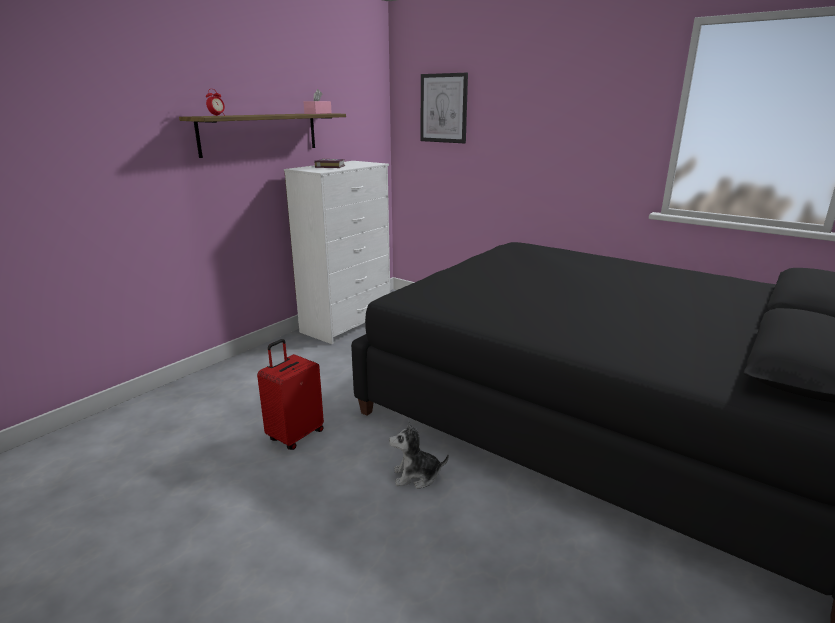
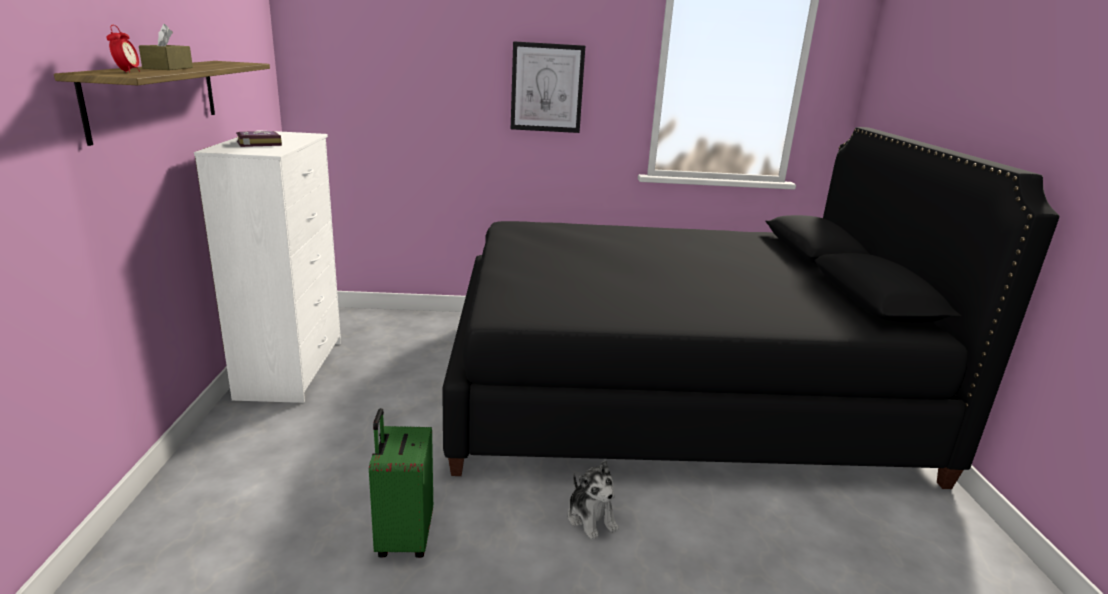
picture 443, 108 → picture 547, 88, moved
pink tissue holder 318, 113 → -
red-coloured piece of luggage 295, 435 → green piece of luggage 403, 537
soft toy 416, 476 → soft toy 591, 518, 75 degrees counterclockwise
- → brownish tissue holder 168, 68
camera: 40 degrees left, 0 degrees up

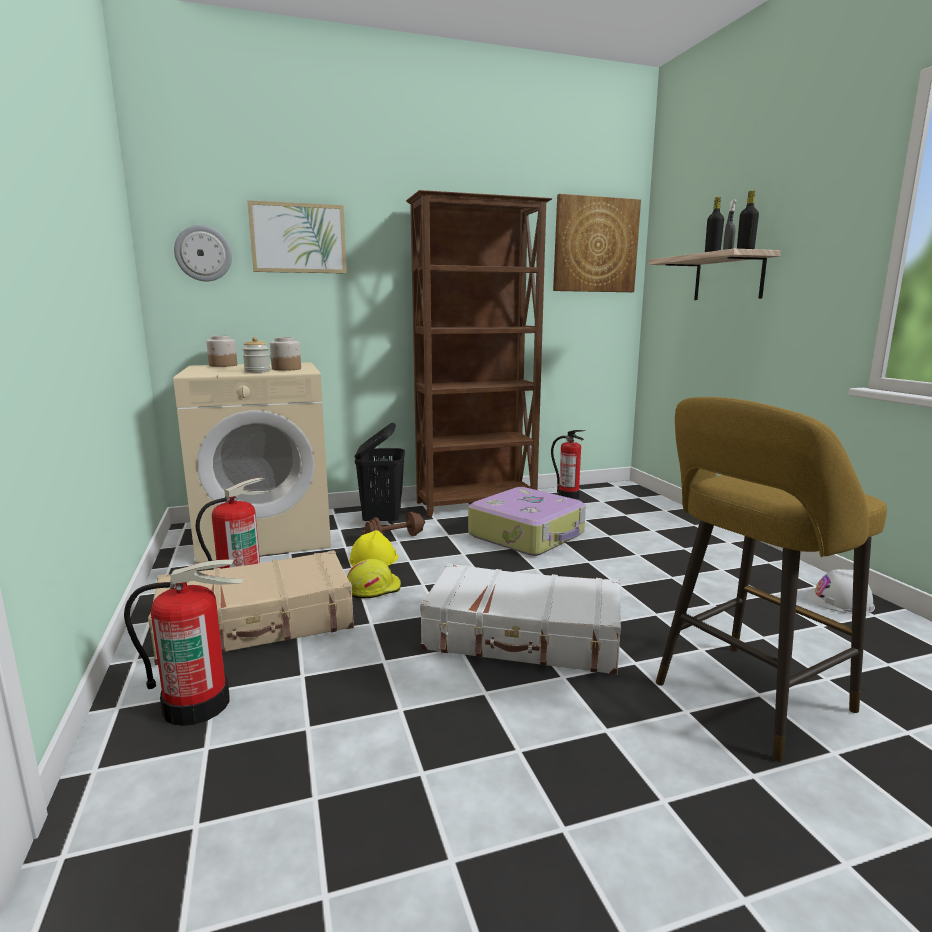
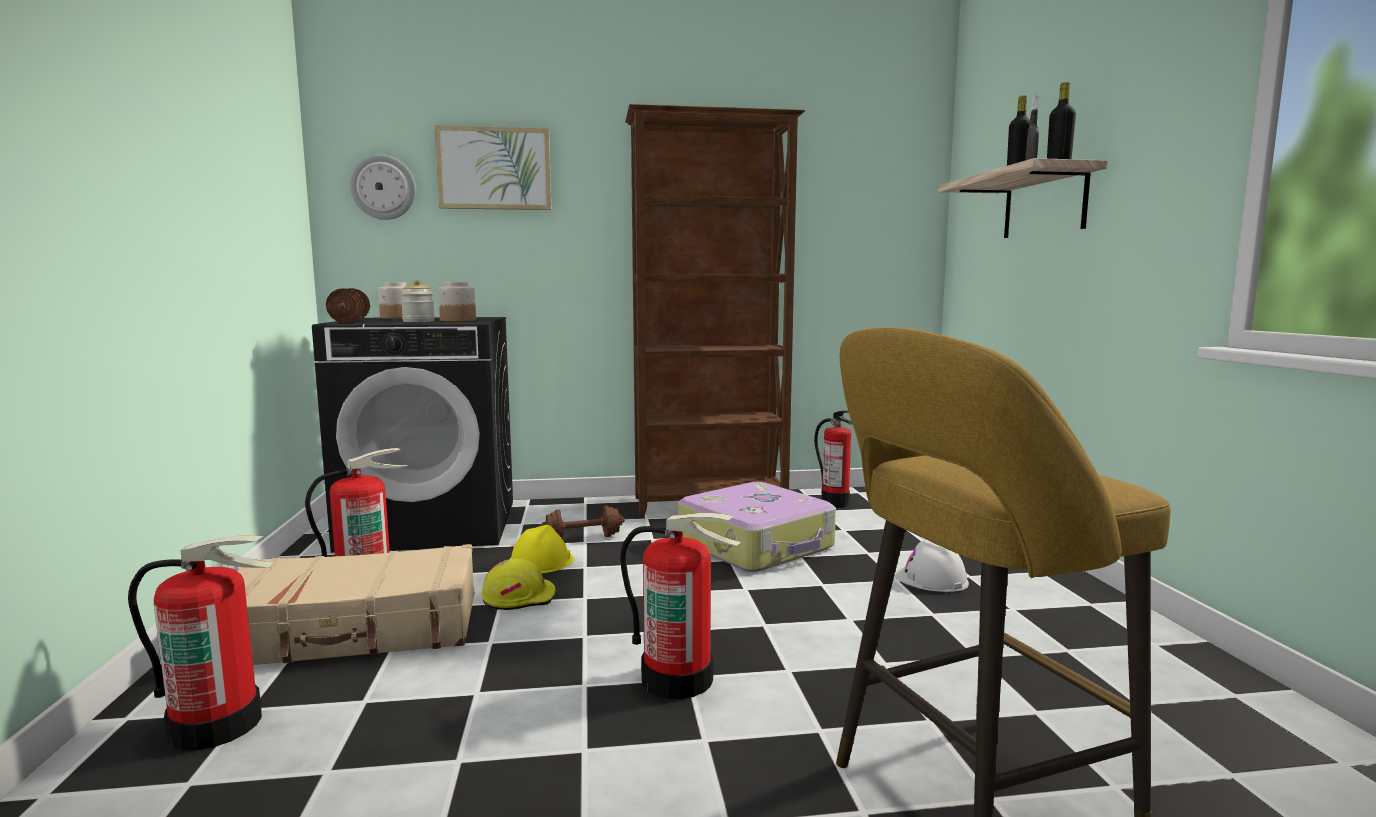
picture 595, 245 → -
sand-coloured laundry appliance 266, 534 → blackish laundry appliance 433, 524
blackish washing basket 382, 521 → -
white piece of luggage 523, 637 → extinguisher 678, 678
white hard hat 840, 601 → white hard hat 931, 579, moved
- → brownish hand weight 350, 321
camera: 10 degrees right, 5 degrees down

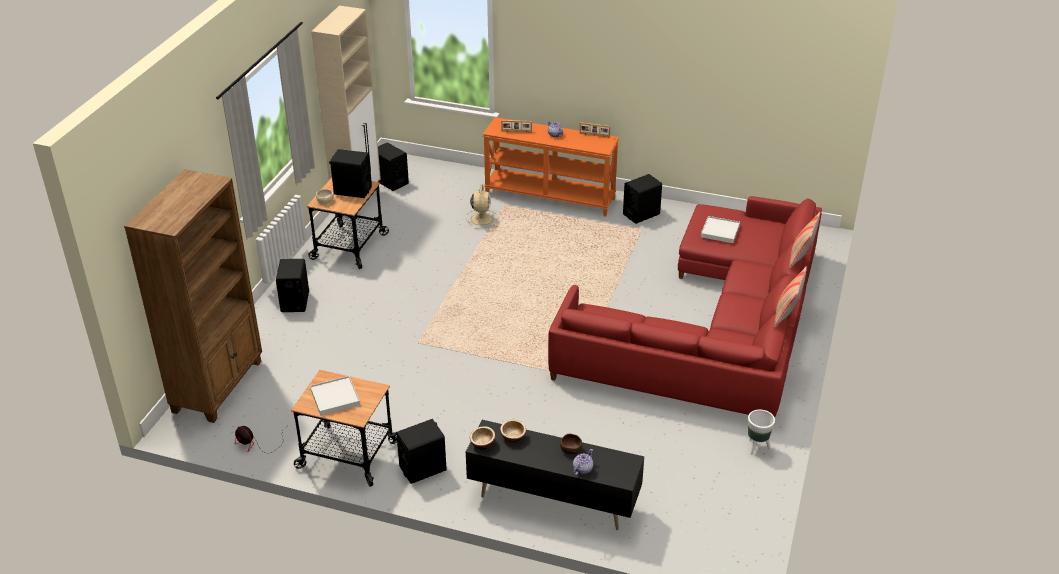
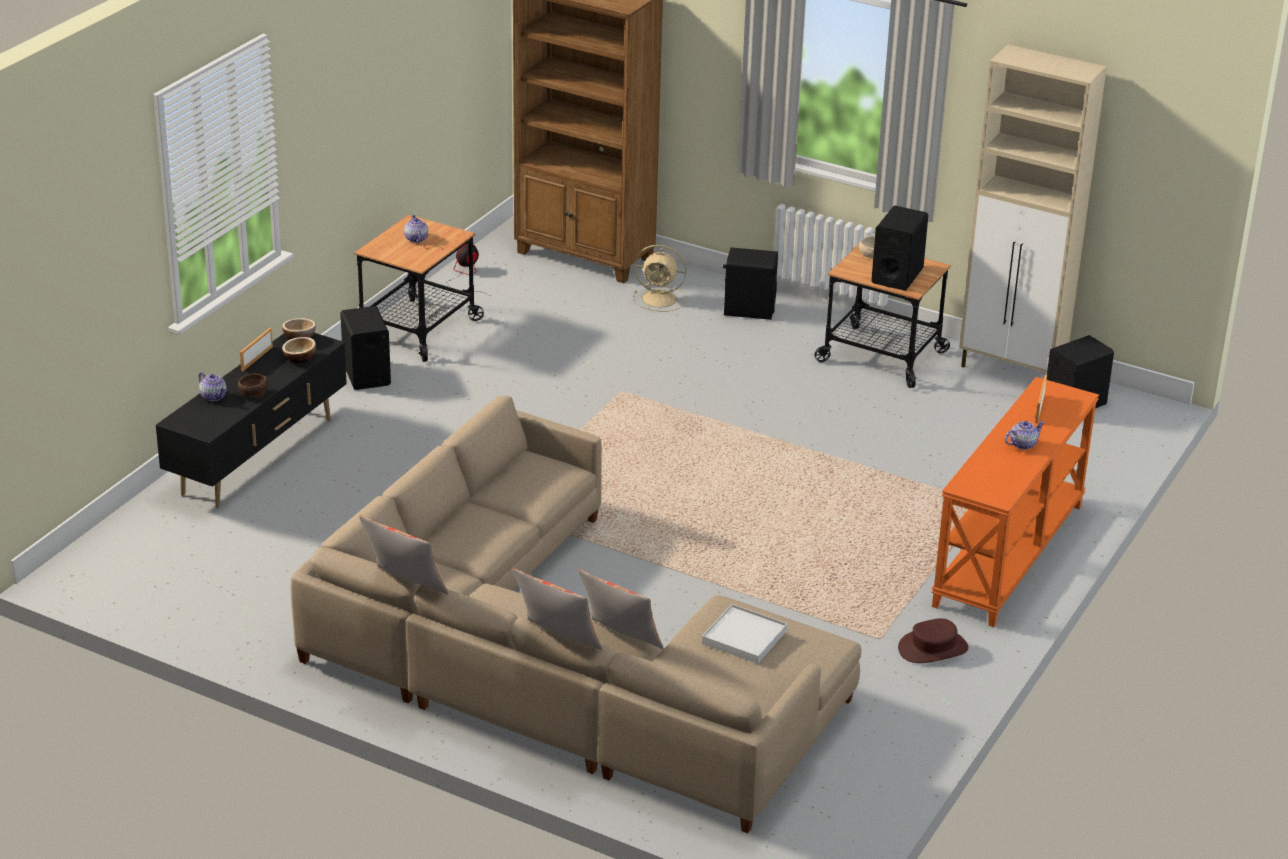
standing frame 594, 135 → standing frame 256, 358, moved
blackish audio speaker 641, 214 → brownish wearable hat 933, 648
sand-coloured cooling fan 481, 218 → sand-coloured cooling fan 660, 299, moved
red-coloured couch 715, 328 → sand-coloured couch 560, 661
white carrying tray 335, 397 → teapot 416, 239
white plant pot 757, 447 → -
- → throw pillow 620, 640
camera: 100 degrees right, 5 degrees down

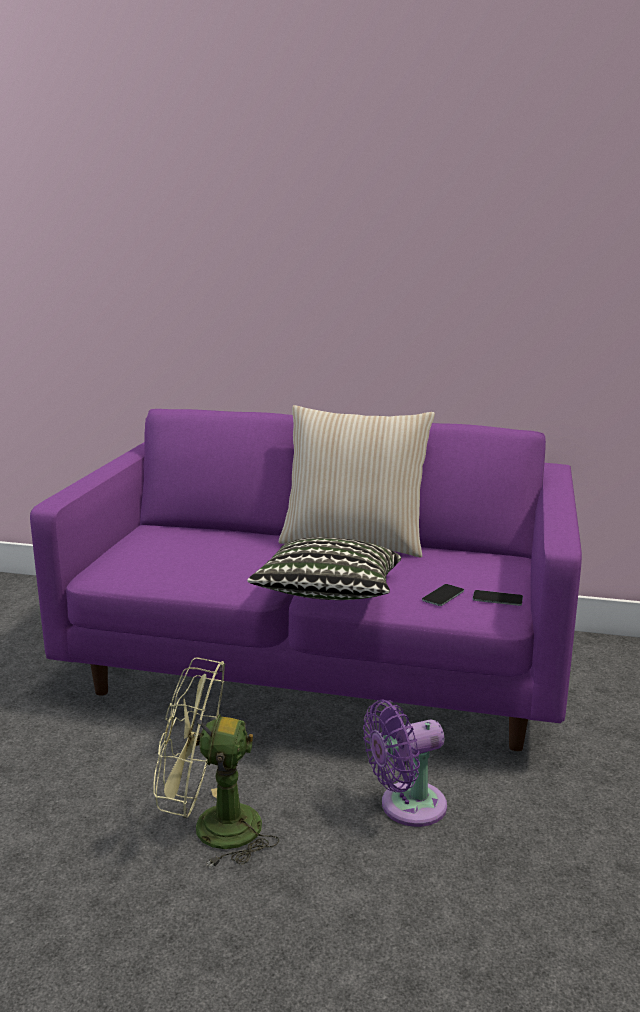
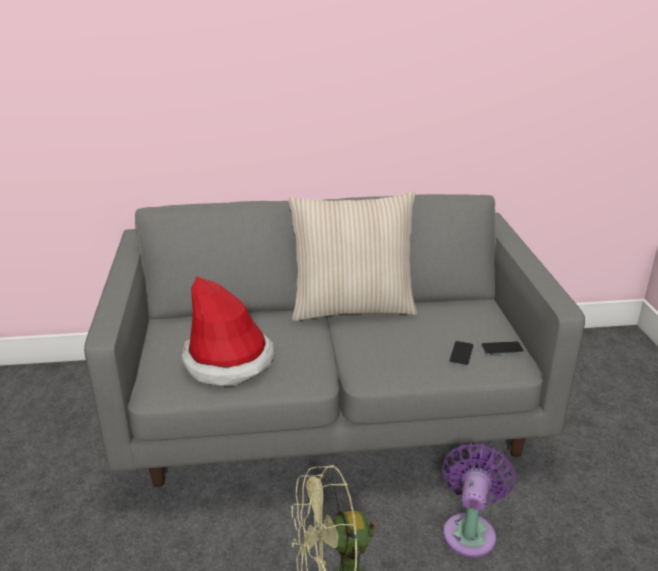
purple-coloured couch 321, 666 → gray couch 329, 409
throw pillow 328, 595 → -
purple-coloured cooling fan 406, 806 → purple-coloured cooling fan 470, 530, 150 degrees clockwise
- → wearable hat 228, 361
camera: 20 degrees left, 10 degrees up

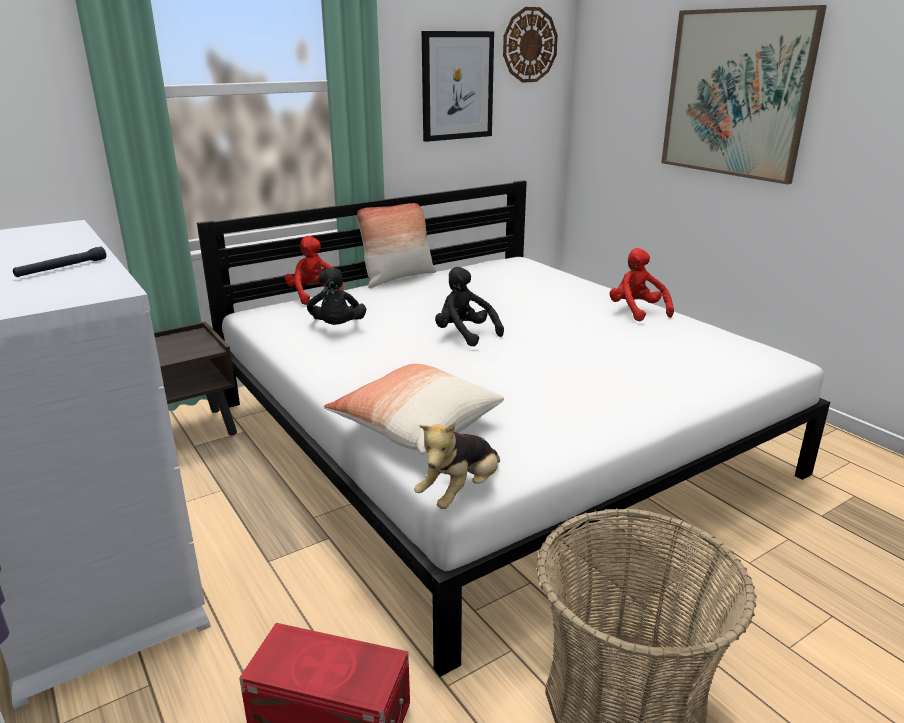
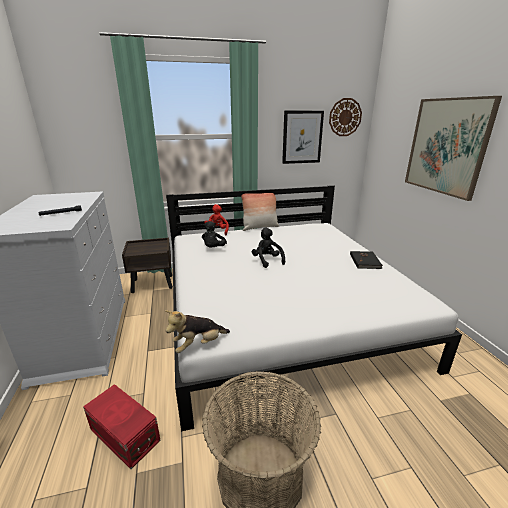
red-coloured soft toy 636, 311 → blackish bound book 365, 261
throw pillow 415, 426 → -
camera: 20 degrees right, 0 degrees up

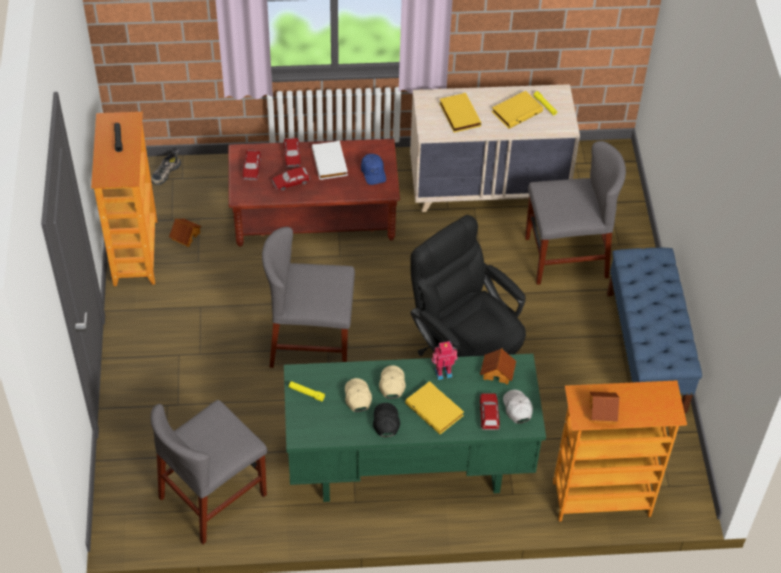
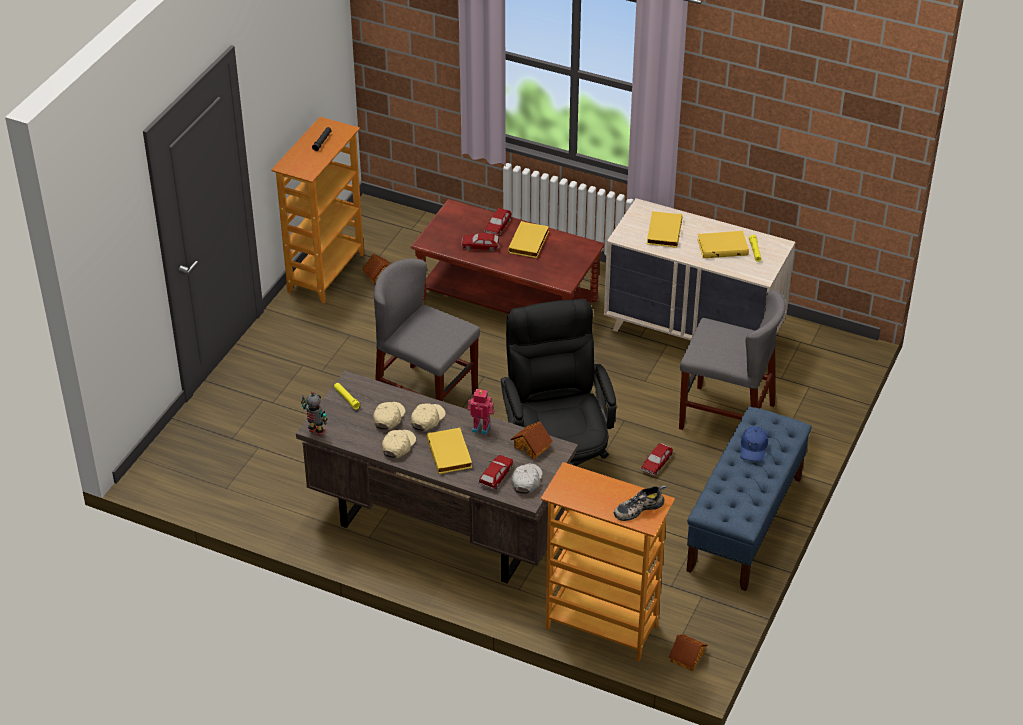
white bound book 330, 162 → yellow-coloured bound book 529, 242
item of footwear 165, 172 → item of footwear 638, 507, moved
model car 251, 169 → model car 656, 463, moved
blue baseball cap 373, 172 → blue baseball cap 753, 448, moved
green desk table 407, 467 → brownish desk table 437, 529
model house 603, 411 → model house 687, 657, moved
gray plain chair 213, 496 → -
blackish baseball cap 386, 422 → sand-coloured baseball cap 398, 446
- → toy robot 316, 431
camera: 30 degrees right, 10 degrees down

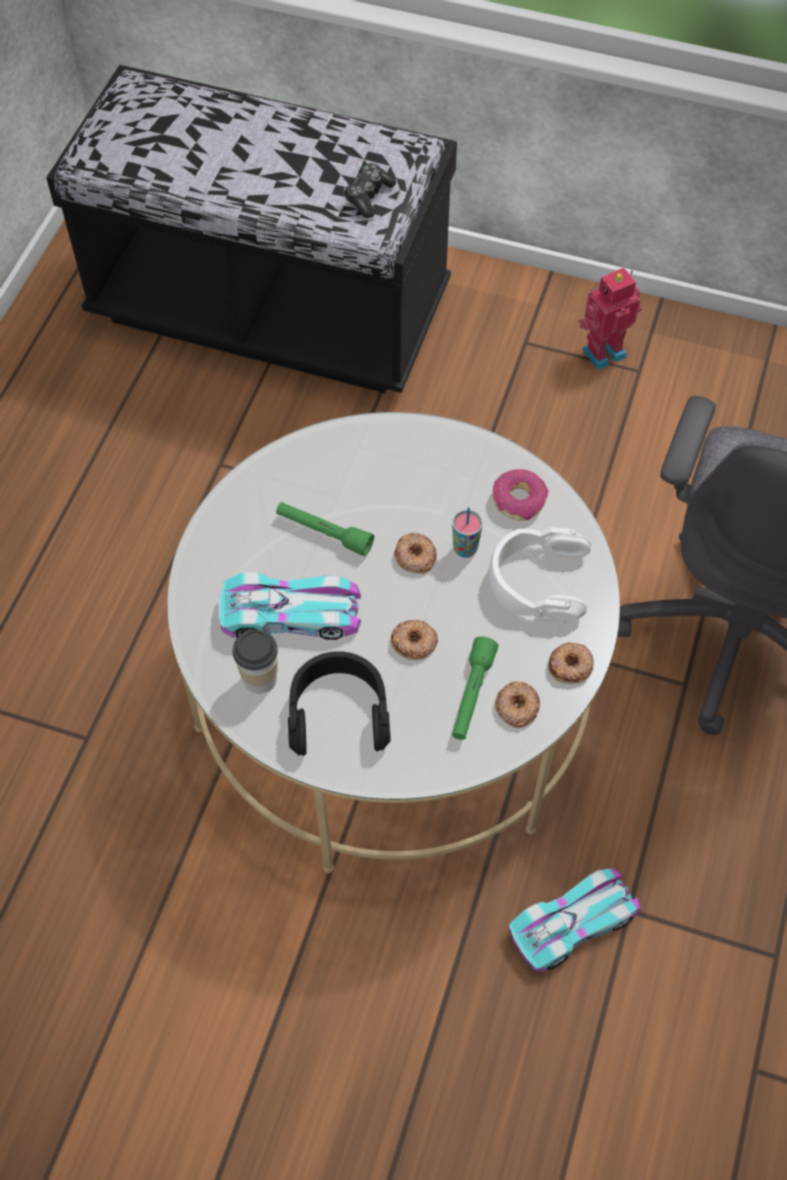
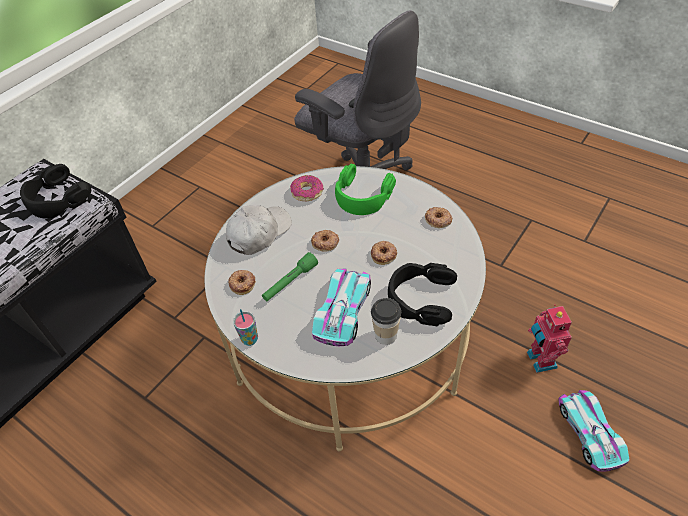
joypad 368, 196 → blackish pair of headphones 57, 199
toy robot 602, 351 → toy robot 539, 360, moved
small cup 465, 549 → small cup 250, 339, moved
white pair of headphones 537, 582 → green pair of headphones 362, 196
green torch 472, 694 → -
doughnut 571, 666 → doughnut 242, 283, moved
model car 573, 922 → model car 589, 432, moved
- → white baseball cap 259, 233
camera: 70 degrees left, 10 degrees down

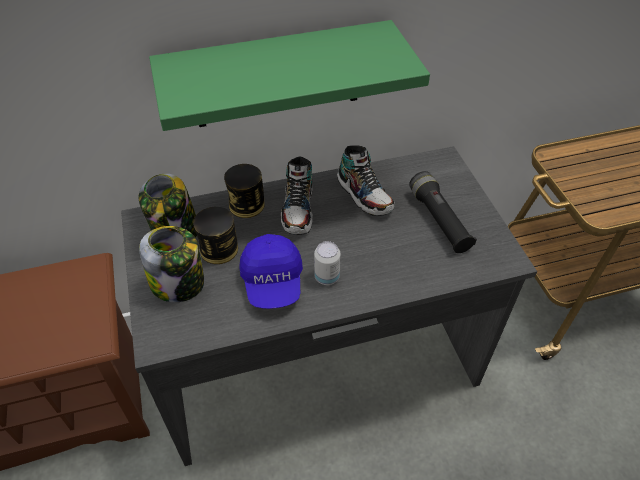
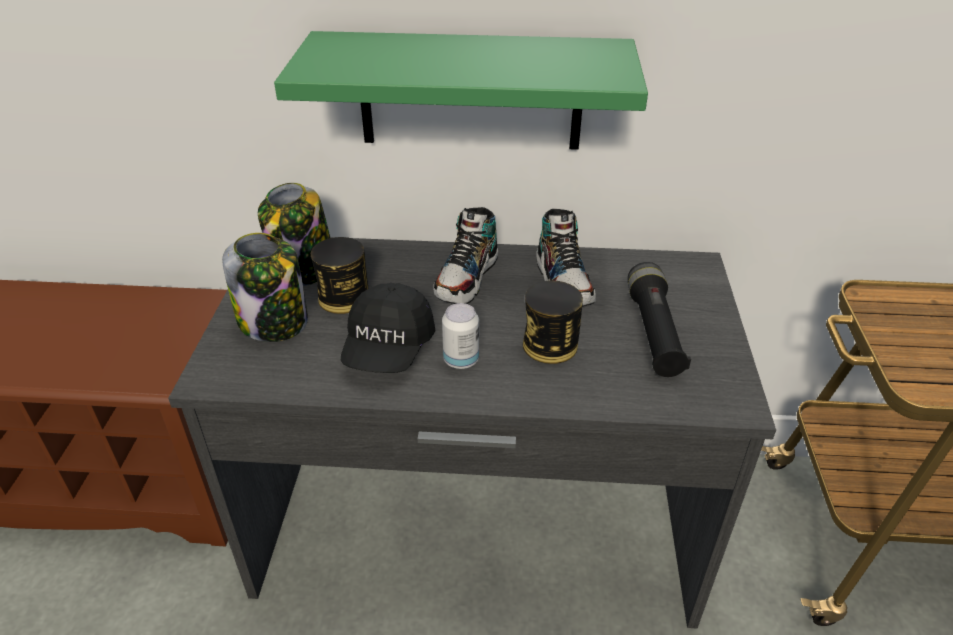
metal can 246, 205 → metal can 550, 345, moved
blue baseball cap 273, 282 → blackish baseball cap 388, 348
camera: 20 degrees right, 10 degrees down

